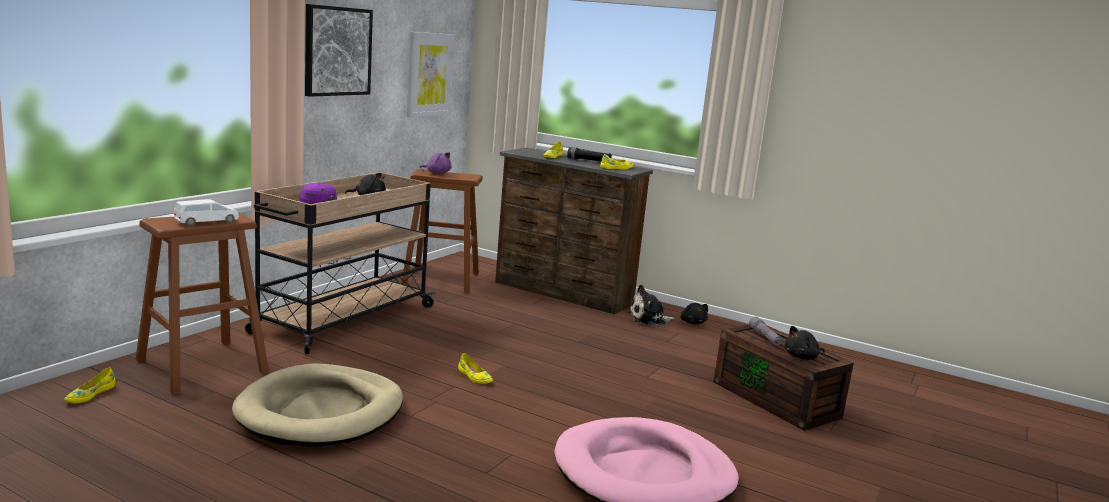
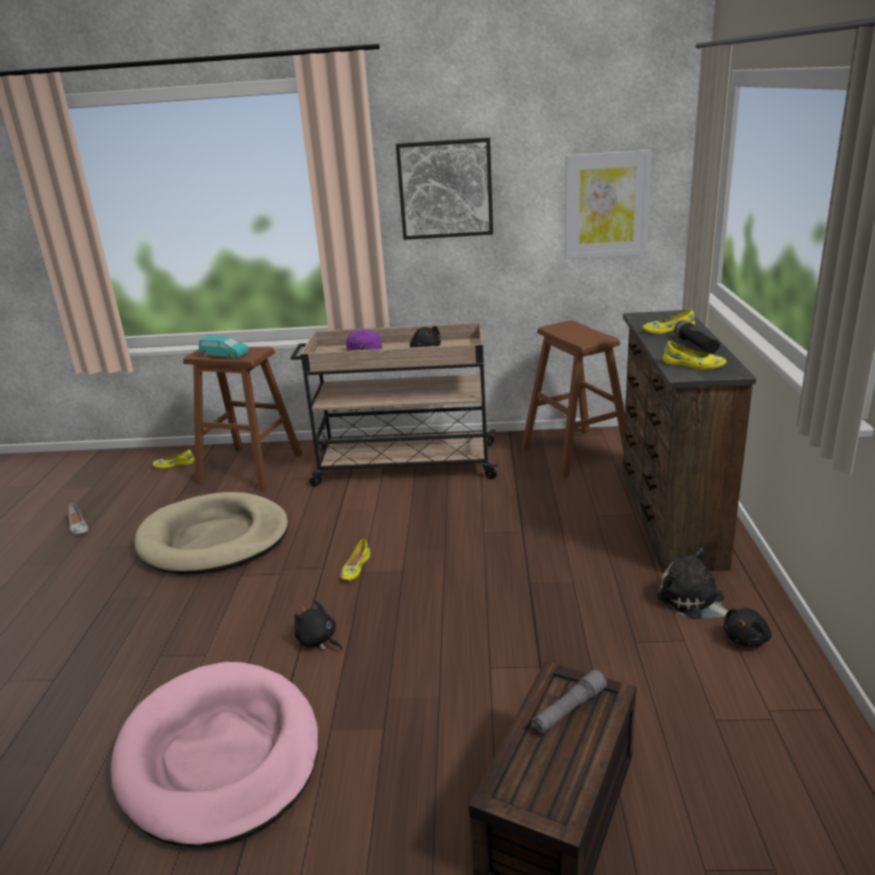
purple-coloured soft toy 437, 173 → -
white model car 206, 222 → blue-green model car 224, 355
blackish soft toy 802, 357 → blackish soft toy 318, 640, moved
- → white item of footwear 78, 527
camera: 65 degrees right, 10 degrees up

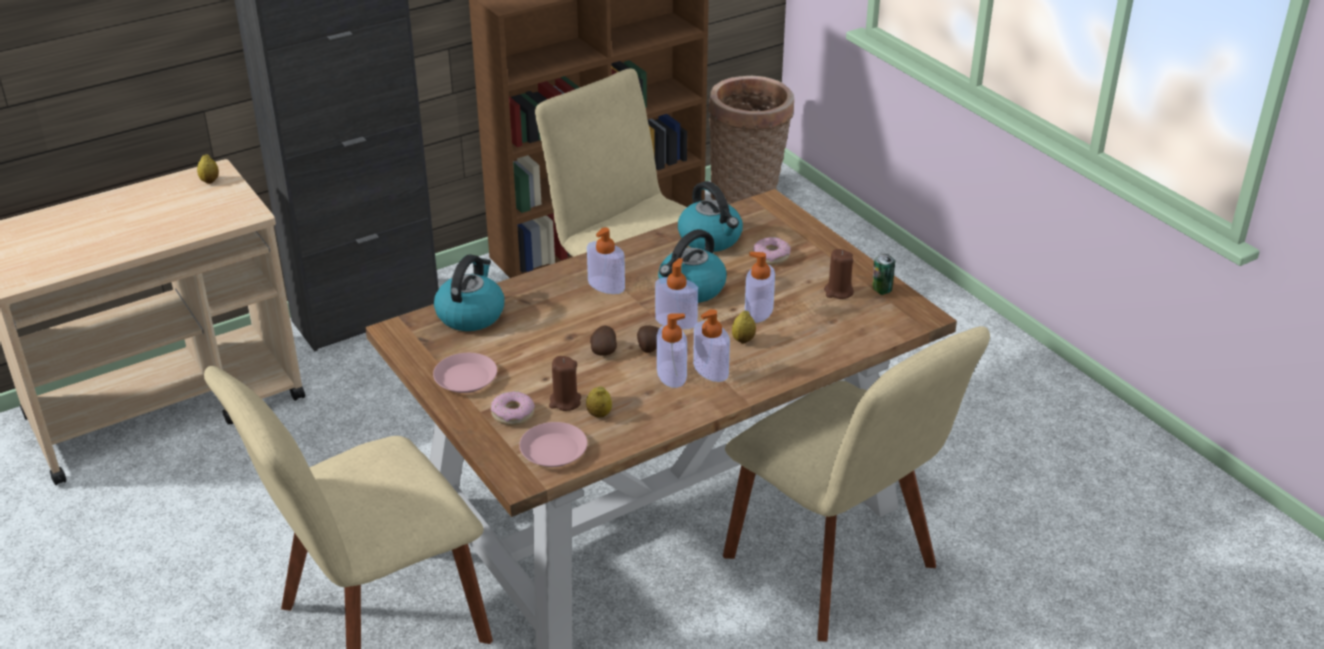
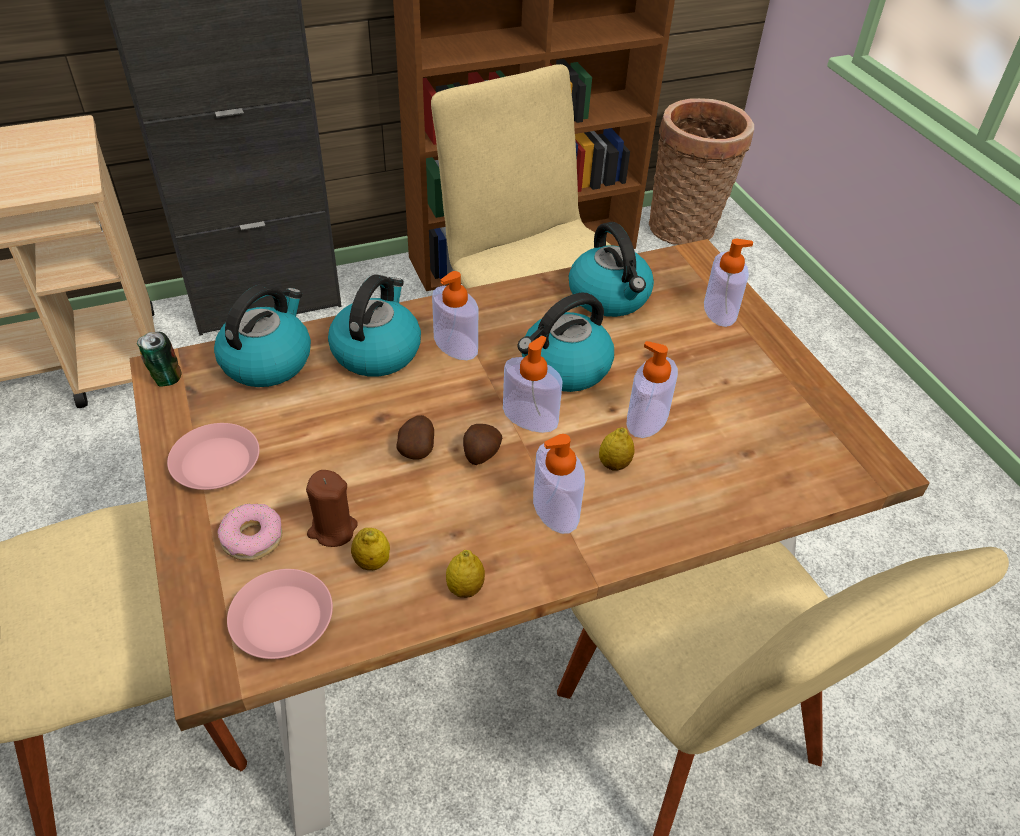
whole lemon 210, 181 → whole lemon 465, 588, moved
doughnut 771, 256 → -
brownish wax light 838, 292 → -
metal can 881, 290 → metal can 166, 379, moved
soap dispenser 671, 374 → soap dispenser 720, 310, moved
- → water kettle 377, 351
camera: 10 degrees right, 10 degrees up

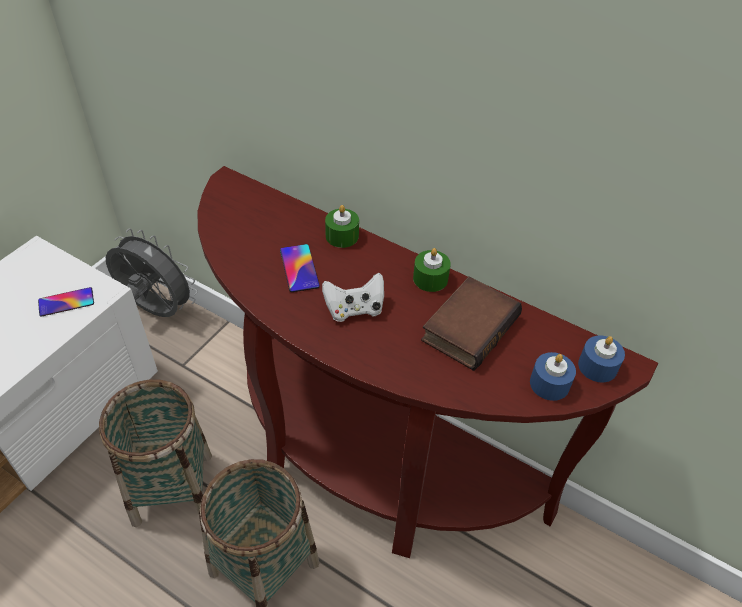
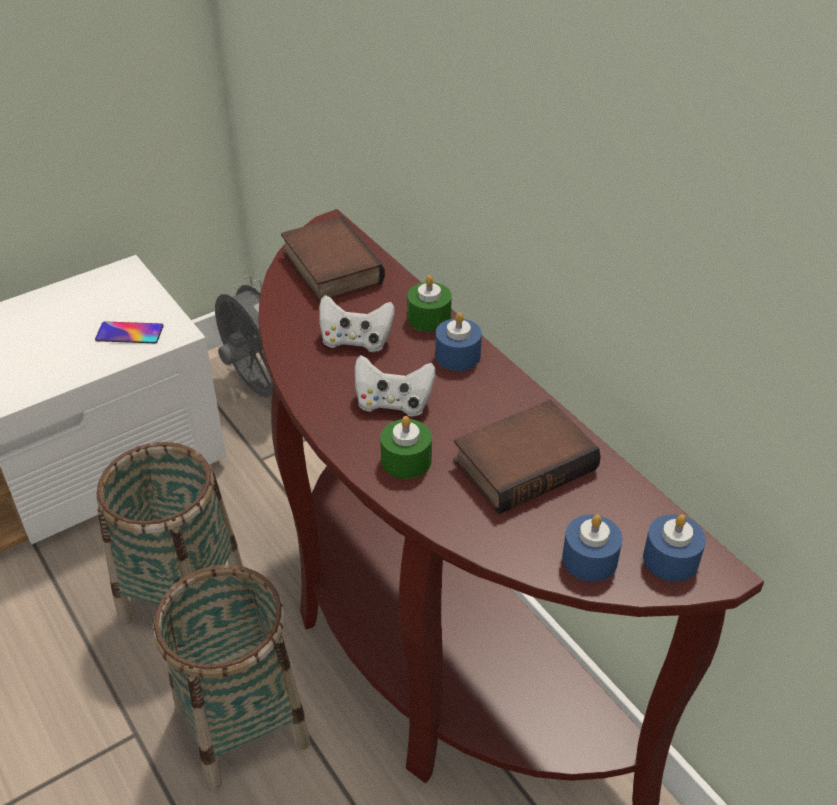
handset 299, 268 → white joypad 356, 341
green wax light 430, 279 → green wax light 406, 460, moved
- → bound book 328, 268
- → blue wax light 457, 356
camera: 25 degrees right, 5 degrees down

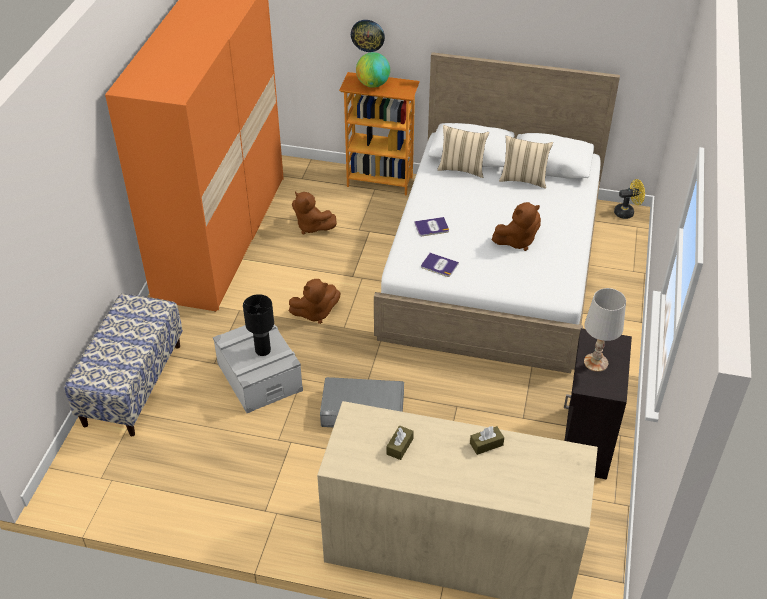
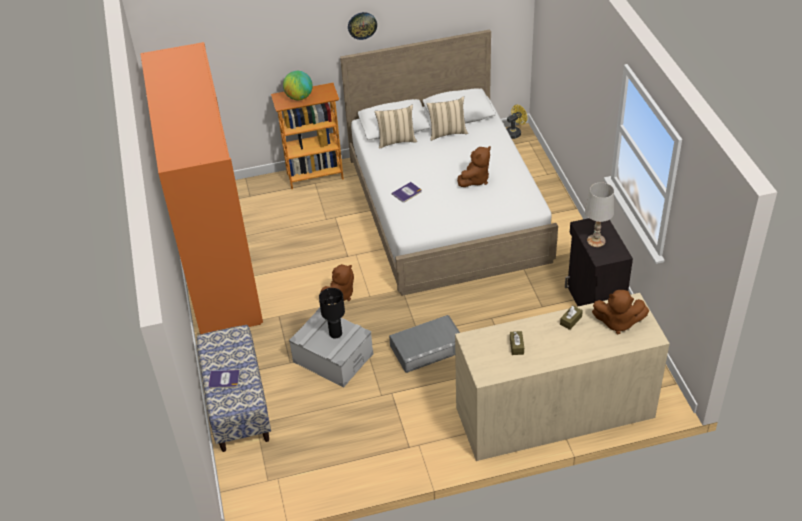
clock on the wall 367, 35 → clock on the wall 362, 25, moved
brownish soft toy 311, 227 → brownish soft toy 617, 322, moved
bound book 439, 265 → bound book 224, 379, moved
camera: 25 degrees left, 0 degrees up

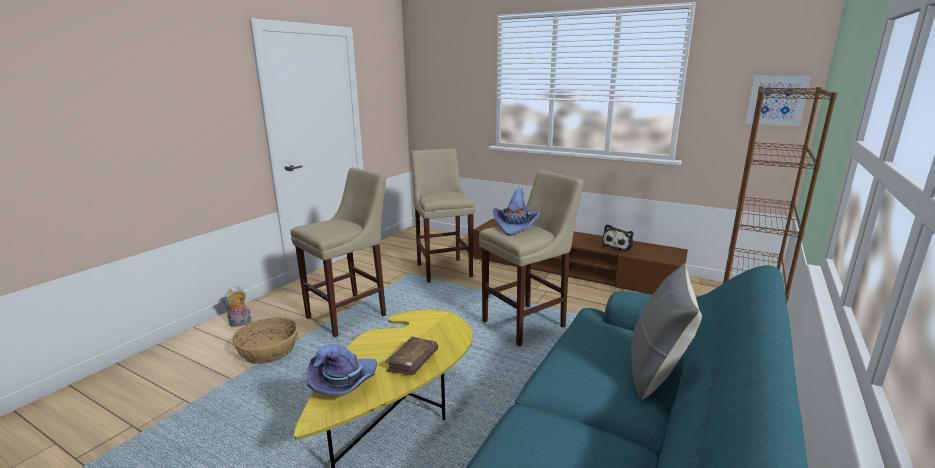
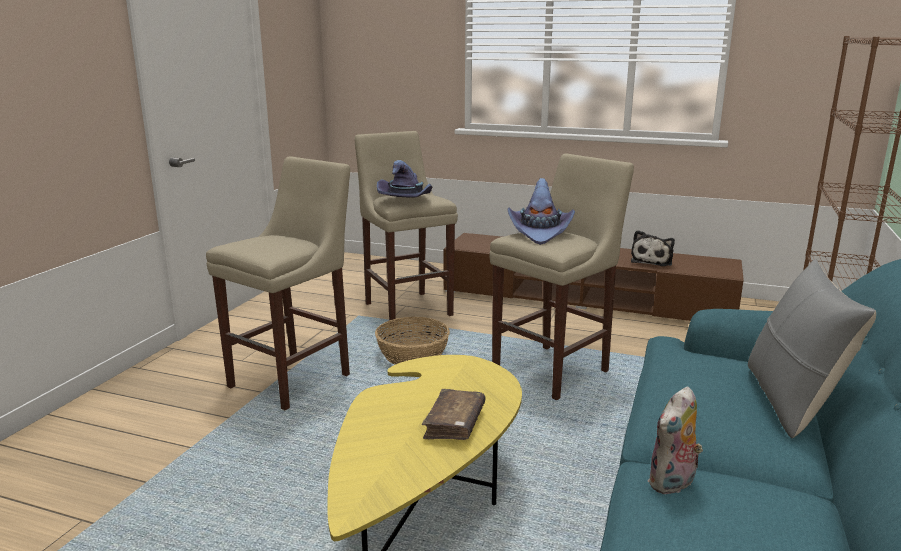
picture 776, 100 → -
soft toy 240, 324 → soft toy 673, 484, moved
basket 269, 351 → basket 413, 355, moved
purple-coloured wearable hat 344, 383 → purple-coloured wearable hat 406, 200, moved
camera: 10 degrees left, 0 degrees up

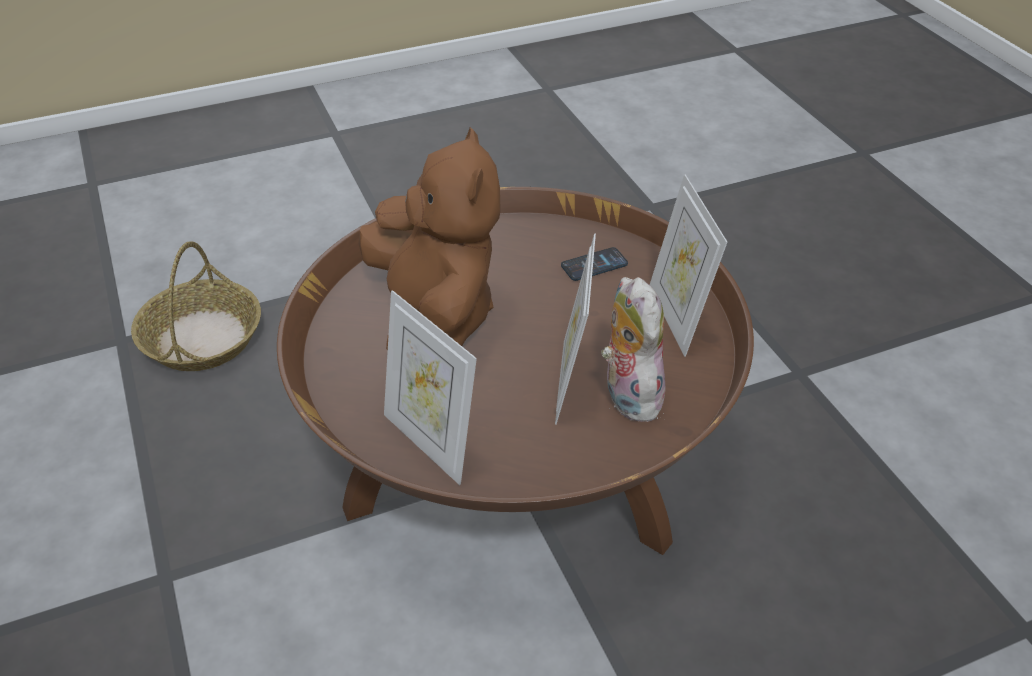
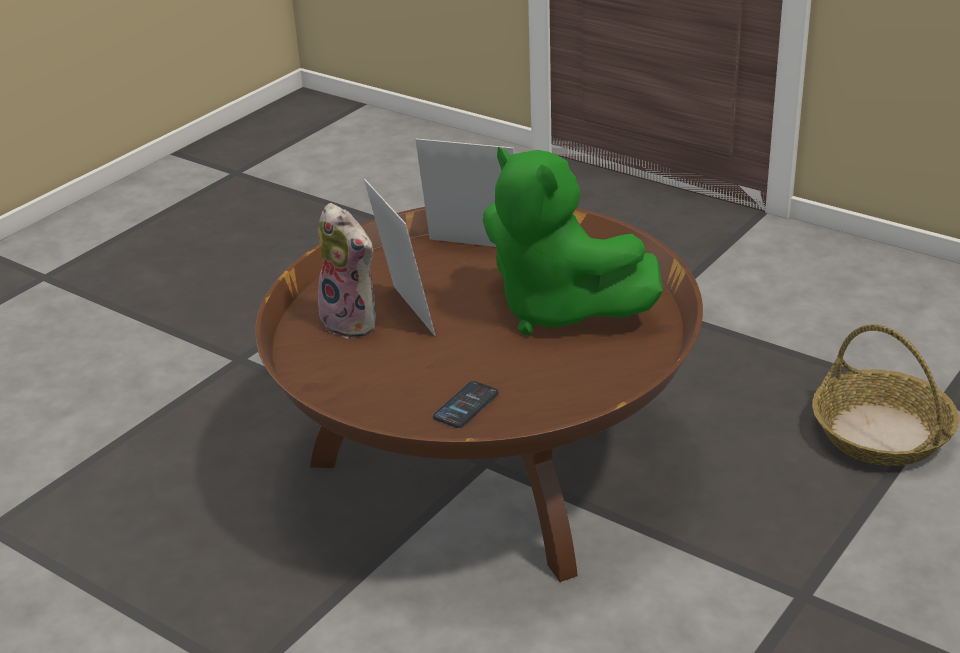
brownish soft toy 434, 320 → green soft toy 559, 310
standing frame 677, 318 → -
camera: 150 degrees right, 10 degrees down

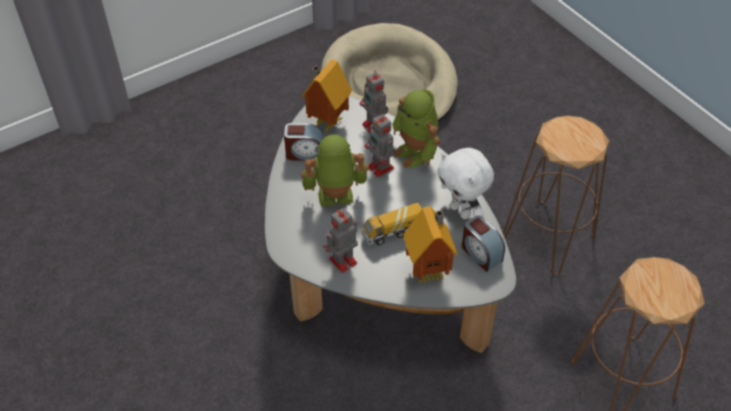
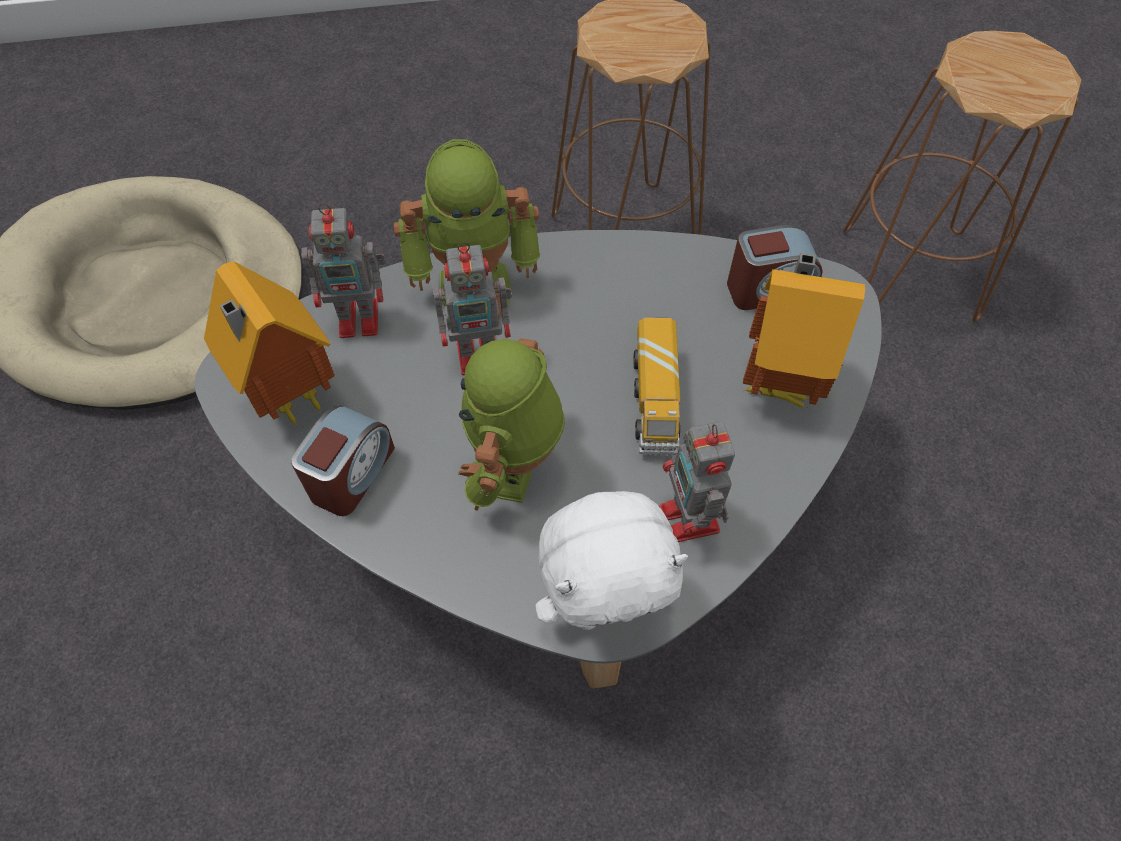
white soft toy 461, 211 → white soft toy 604, 610, moved
camera: 65 degrees left, 10 degrees up

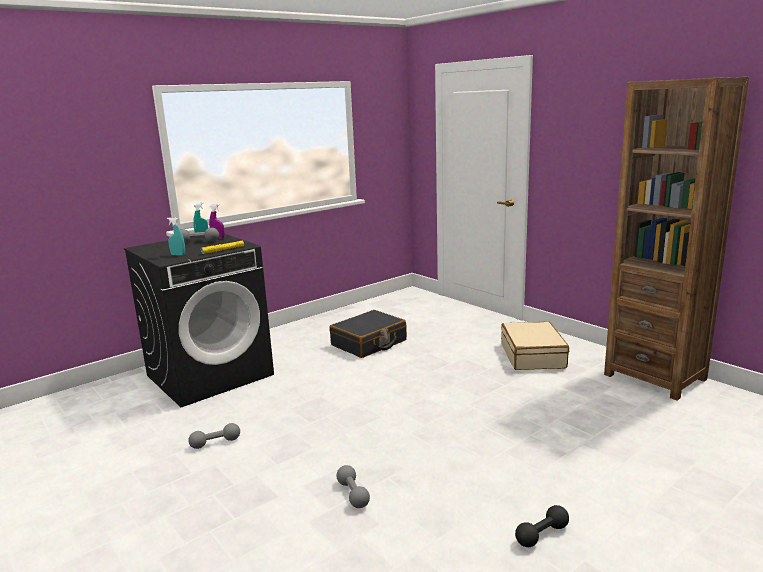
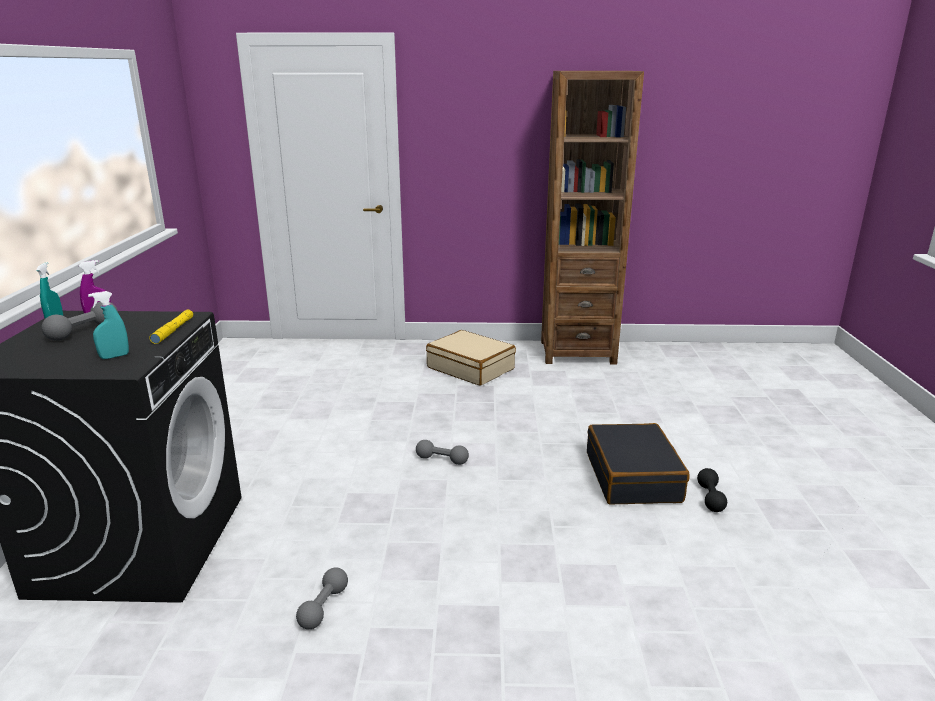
blackish piece of luggage 369, 343 → blackish piece of luggage 633, 477, moved
gray hand weight 353, 494 → gray hand weight 442, 460, moved
camera: 50 degrees left, 5 degrees up

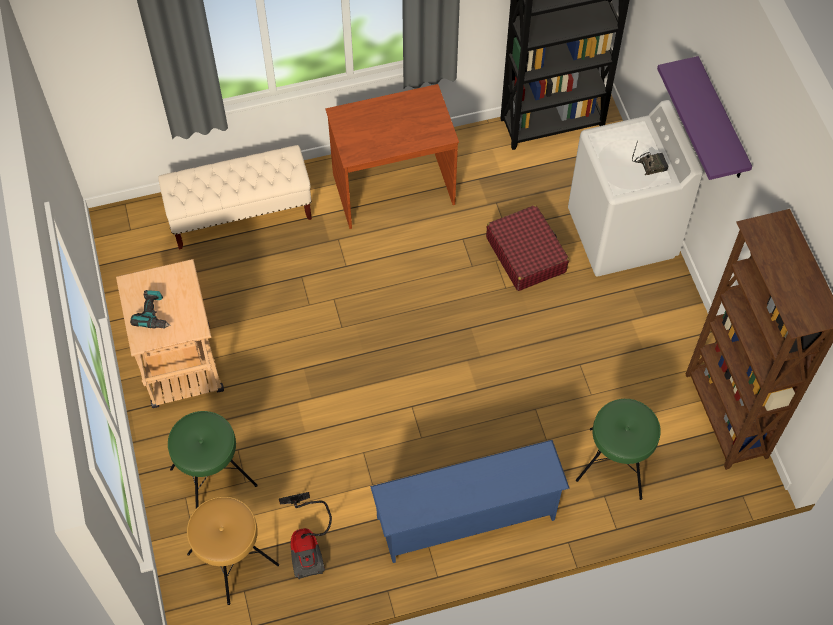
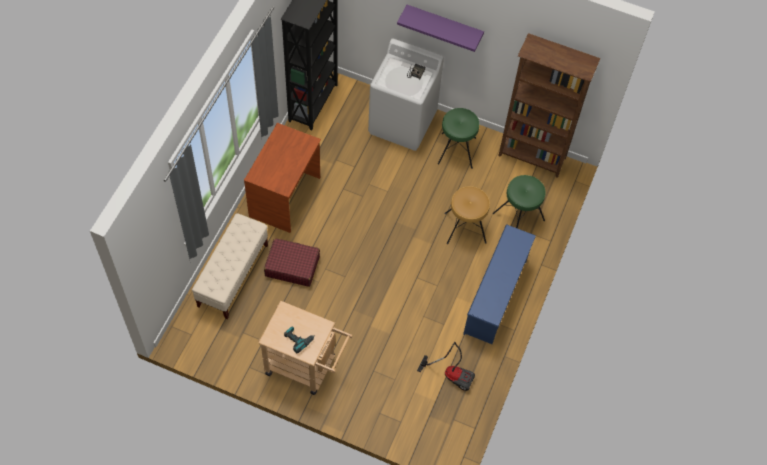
red-coloured piece of luggage 526, 254 → red-coloured piece of luggage 292, 266, moved
green stool seat 213, 476 → green stool seat 456, 150, moved
brownish stool seat 232, 560 → brownish stool seat 465, 228, moved
camera: 55 degrees left, 0 degrees up

